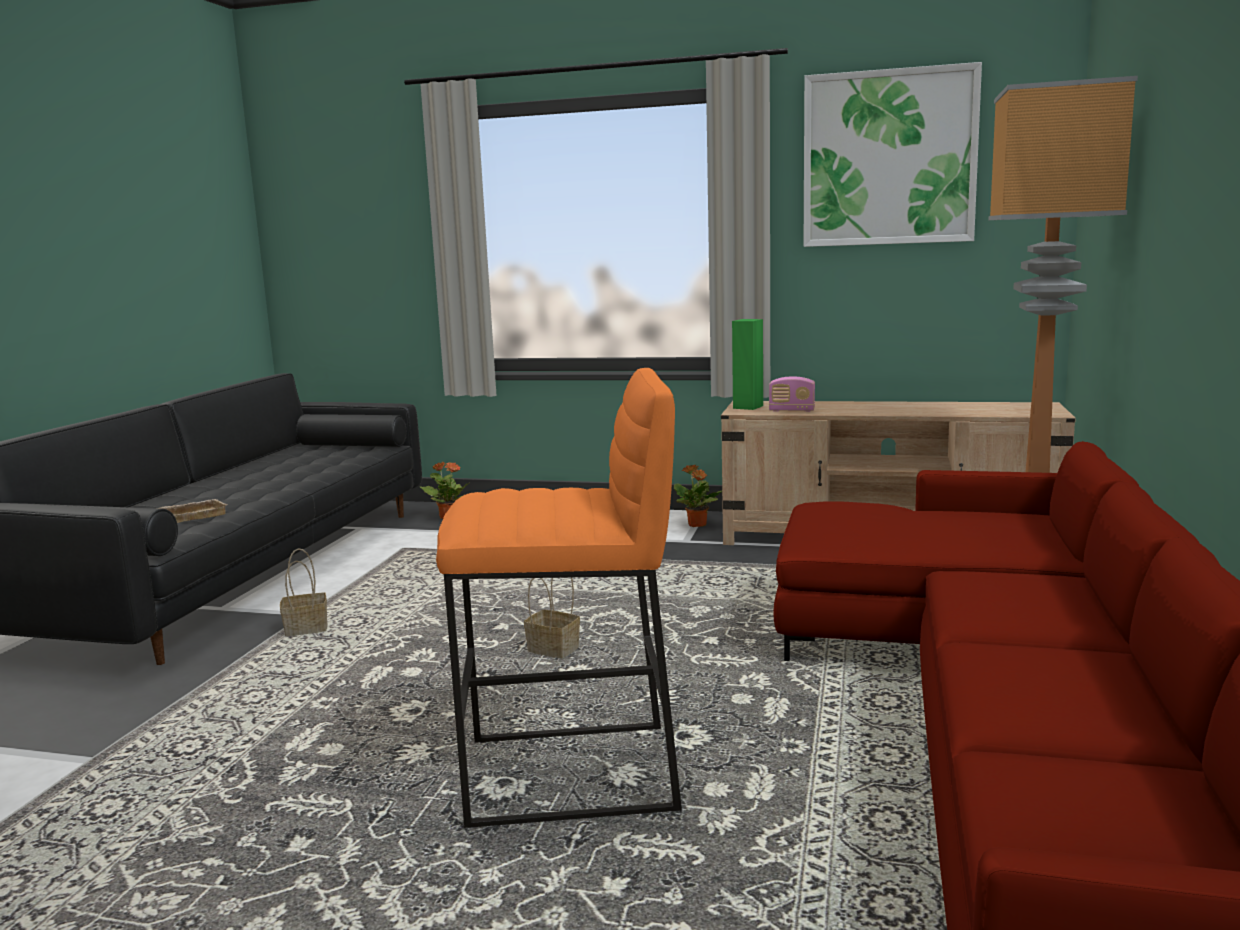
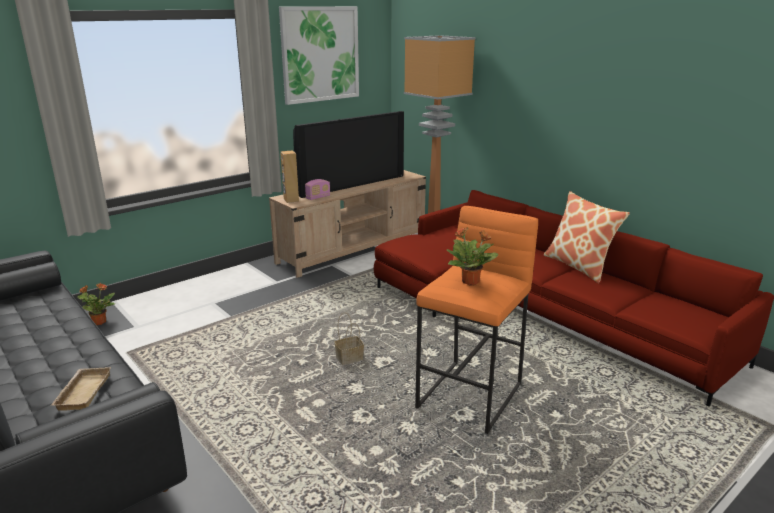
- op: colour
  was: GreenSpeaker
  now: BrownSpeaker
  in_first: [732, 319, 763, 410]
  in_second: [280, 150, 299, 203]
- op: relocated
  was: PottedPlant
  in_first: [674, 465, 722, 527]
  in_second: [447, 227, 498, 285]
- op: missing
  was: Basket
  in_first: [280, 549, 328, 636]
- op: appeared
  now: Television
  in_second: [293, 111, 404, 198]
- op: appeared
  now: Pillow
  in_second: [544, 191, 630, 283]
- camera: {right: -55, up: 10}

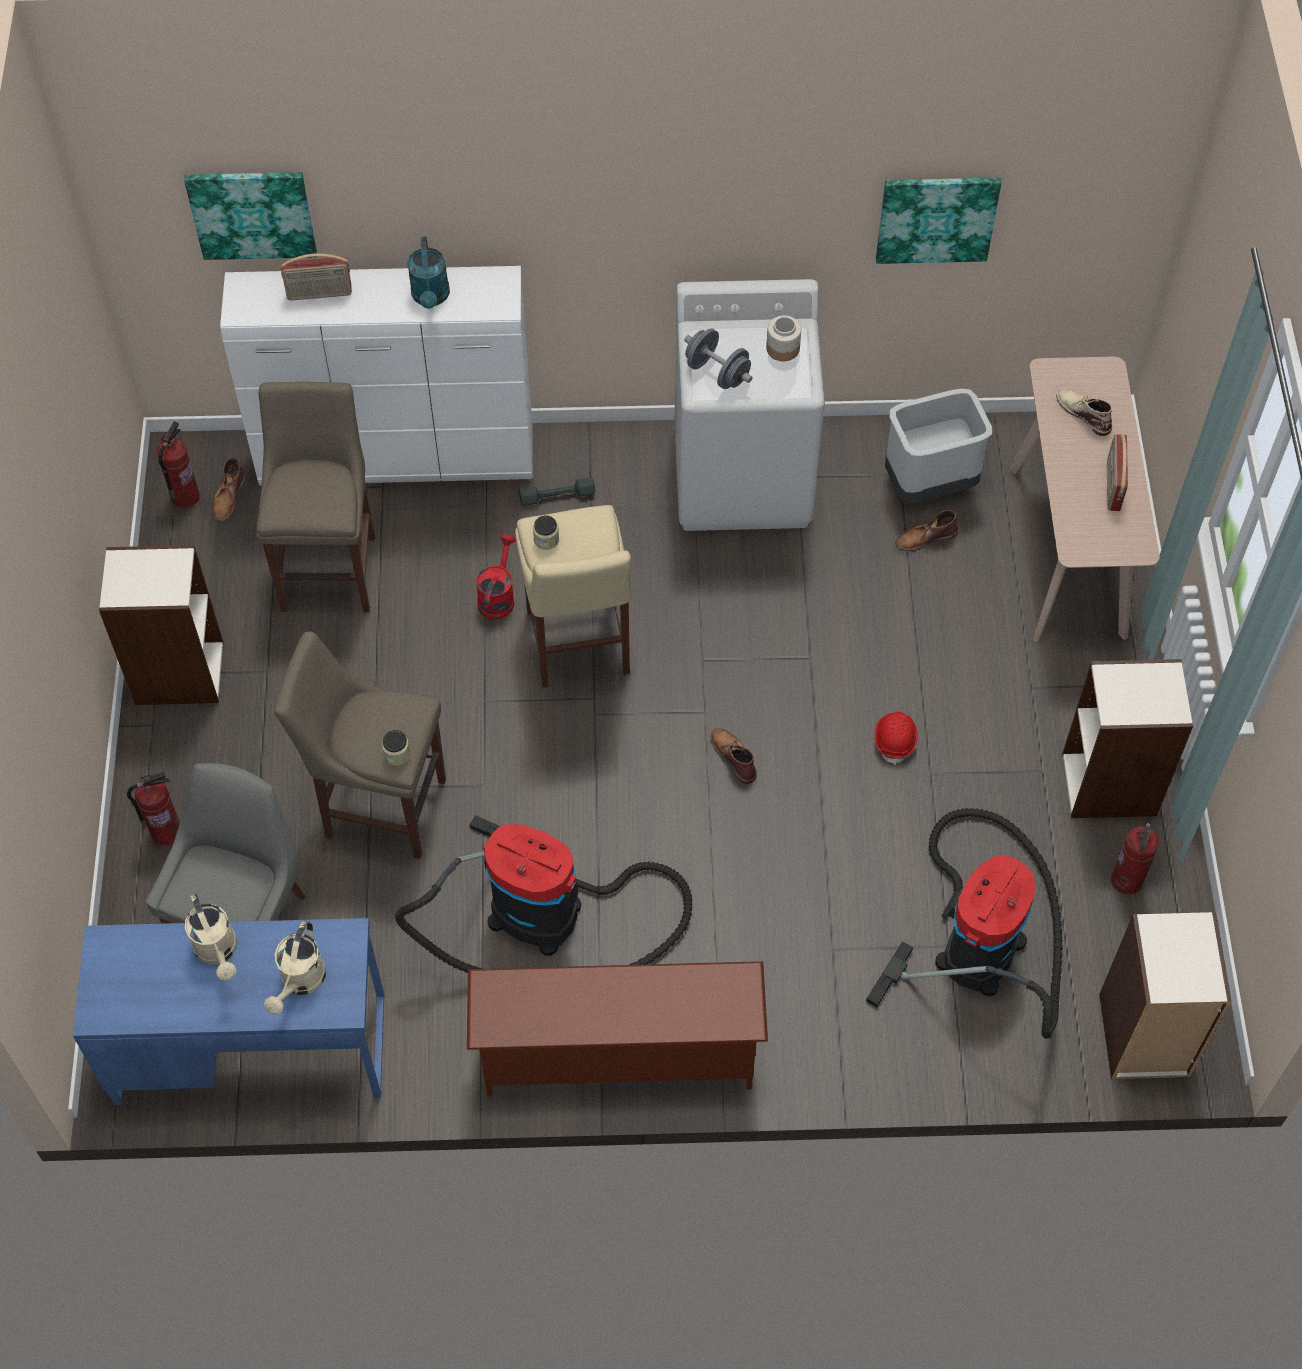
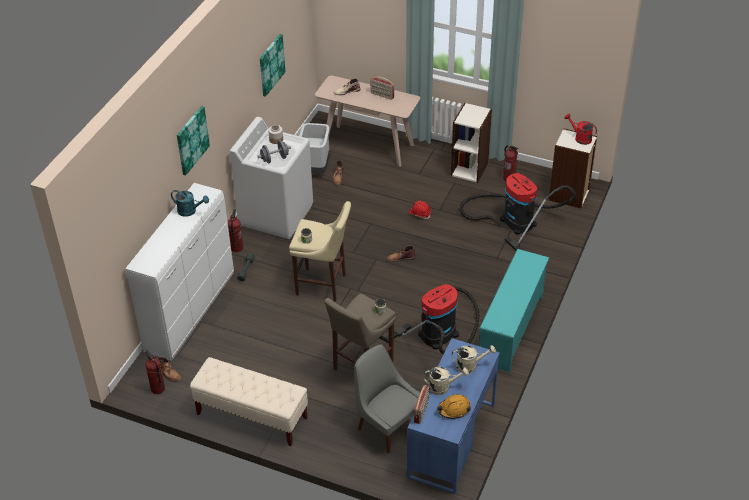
- op: relocated
  was: Picture
  in_first: [184, 172, 317, 260]
  in_second: [177, 106, 210, 175]
- op: relocated
  was: Radio
  in_first: [281, 253, 352, 301]
  in_second: [414, 385, 429, 424]
- op: missing
  was: BeigeStool
  in_first: [256, 382, 375, 613]
- op: relocated
  was: RedWateringCan
  in_first: [476, 534, 516, 620]
  in_second: [564, 114, 597, 145]
- op: exchanged
  was: Bookcase
  now: BeigeBench
  in_first: [99, 545, 223, 705]
  in_second: [190, 357, 308, 446]
- op: relocated
  was: FireExtinguisher
  in_first: [127, 771, 180, 846]
  in_second: [228, 209, 243, 252]
- op: spun
  was: BeigeWateringCan
  in_first: [264, 921, 326, 1015]
  in_second: [452, 345, 496, 373]
  clockwise: -45
- op: colour
  was: BrownShoeRack
  now: TurquoiseShoeRack
  in_first: [467, 961, 768, 1097]
  in_second: [479, 249, 549, 372]
- op: appeared
  now: OrangeHardHat
  in_second: [437, 394, 471, 419]
- camera: {right: -65, up: -15}

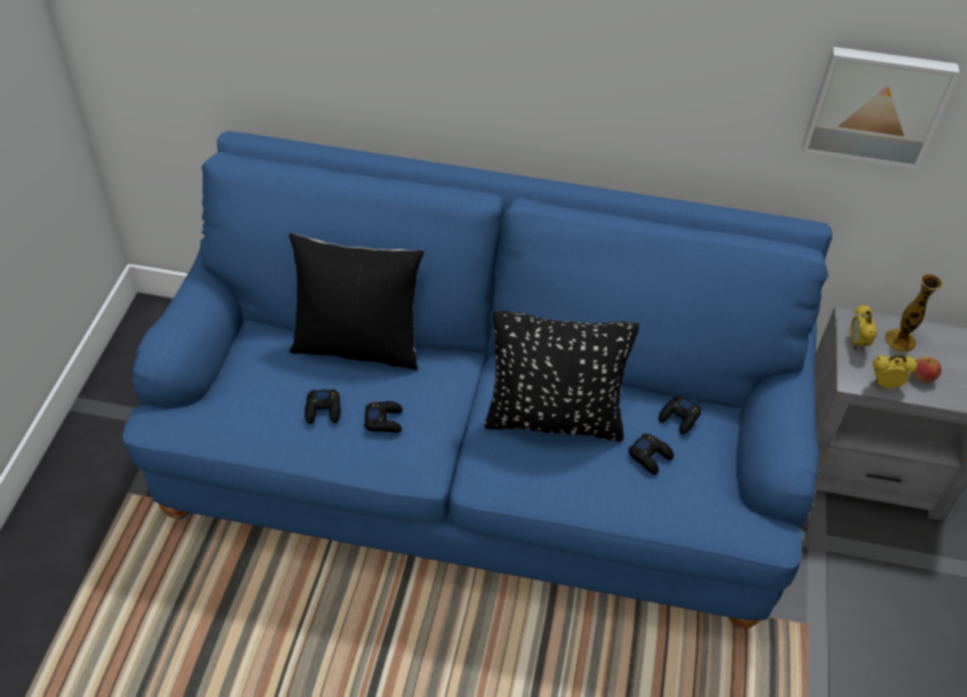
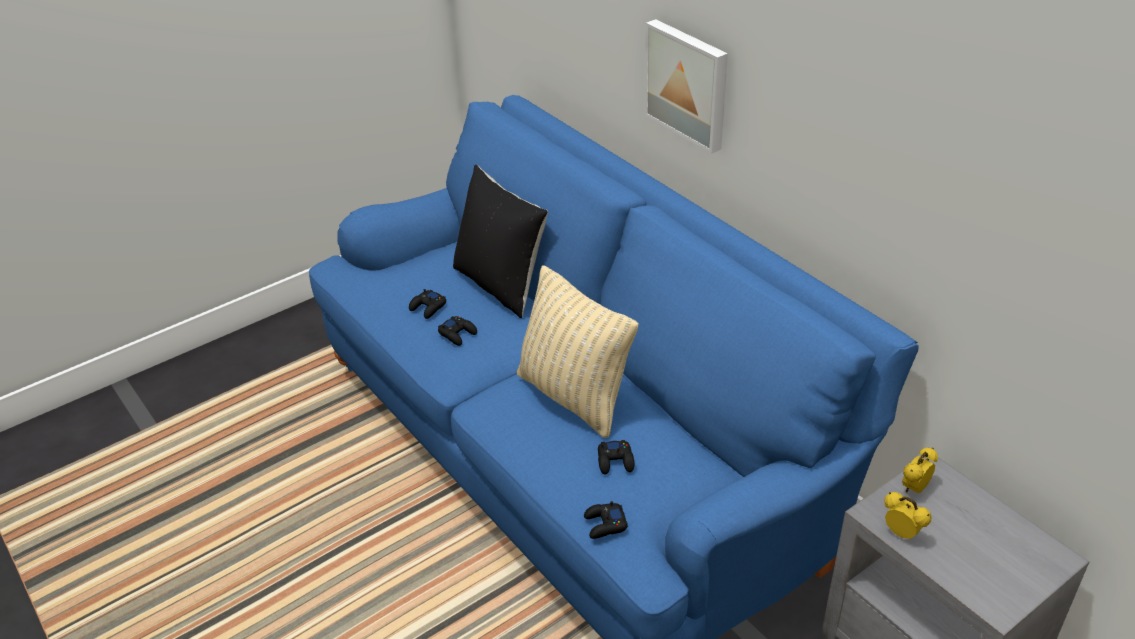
- op: relocated
  was: Picture
  in_first: [802, 47, 960, 169]
  in_second: [644, 19, 728, 154]
- op: missing
  was: Vase
  in_first: [885, 274, 943, 352]
- op: colour
  was: BlackPillow
  now: BeigePillow
  in_first: [484, 310, 639, 442]
  in_second: [517, 265, 638, 438]
- op: missing
  was: Apple
  in_first: [912, 356, 941, 383]
- op: relocated
  was: BlackGameController
  in_first: [659, 395, 701, 434]
  in_second: [584, 501, 628, 539]
- camera: {right: 45, up: -10}

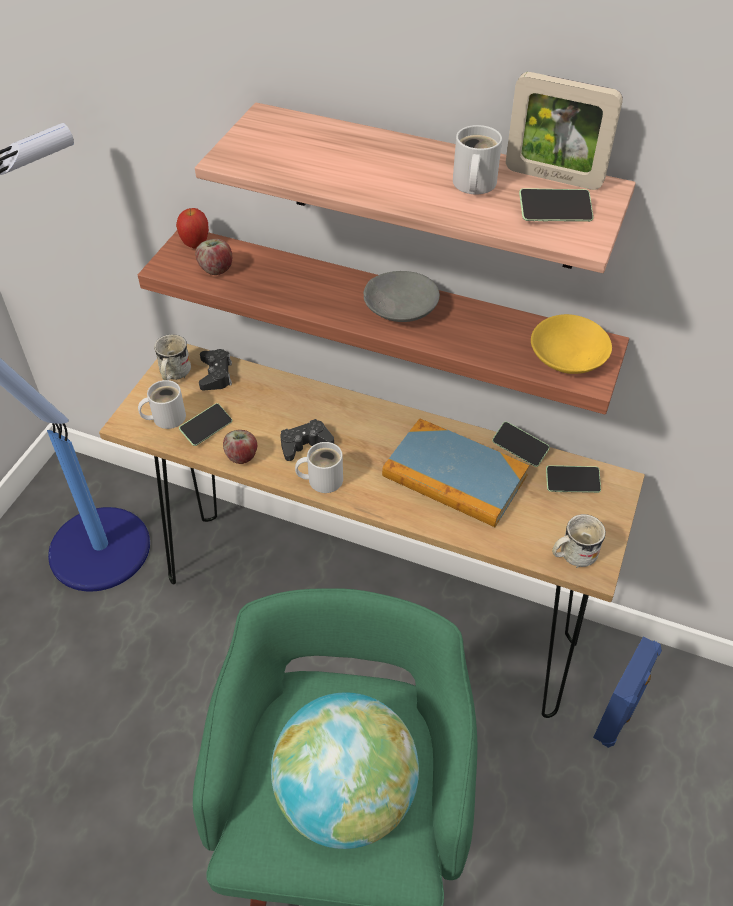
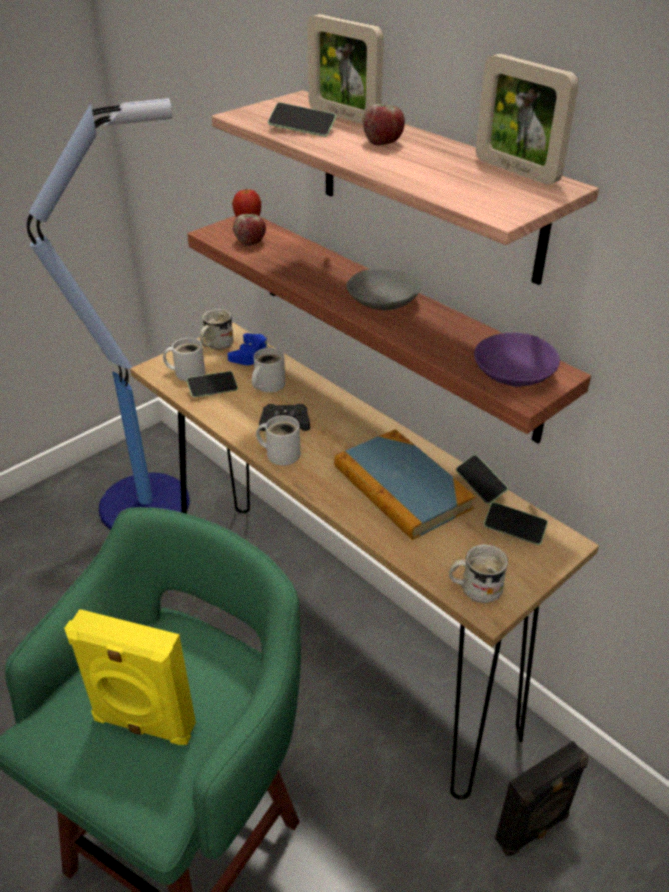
- op: relocated
  was: WhiteMug
  in_first: [453, 125, 502, 194]
  in_second: [252, 348, 285, 392]
- op: relocated
  was: Phone
  in_first: [519, 188, 593, 222]
  in_second: [268, 102, 336, 137]
- op: colour
  was: YellowBowl
  now: PurpleBowl
  in_first: [531, 314, 612, 374]
  in_second: [474, 332, 560, 387]
- op: colour
  was: BlackGameController
  now: BlueGameController
  in_first: [199, 349, 232, 390]
  in_second: [227, 333, 268, 365]
- op: relocated
  was: Apple
  in_first: [223, 430, 257, 464]
  in_second: [363, 104, 405, 145]
- op: colour
  was: BlueSpeaker
  now: BlackSpeaker
  in_first: [593, 636, 662, 748]
  in_second: [495, 741, 589, 856]
- op: exchanged
  was: Globe
  now: YellowSpeaker
  in_first: [271, 692, 419, 849]
  in_second: [64, 609, 196, 745]
- op: appeared
  now: PictureFrame
  in_second: [307, 14, 384, 124]
- camera: {right: 25, up: -10}

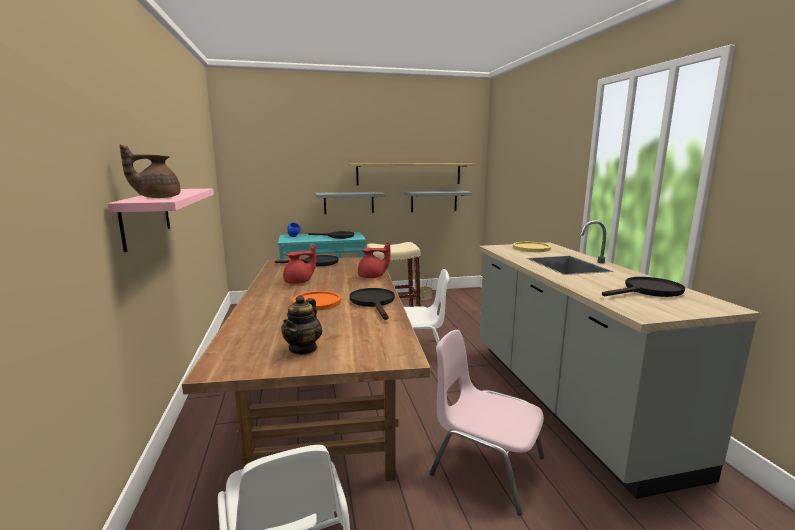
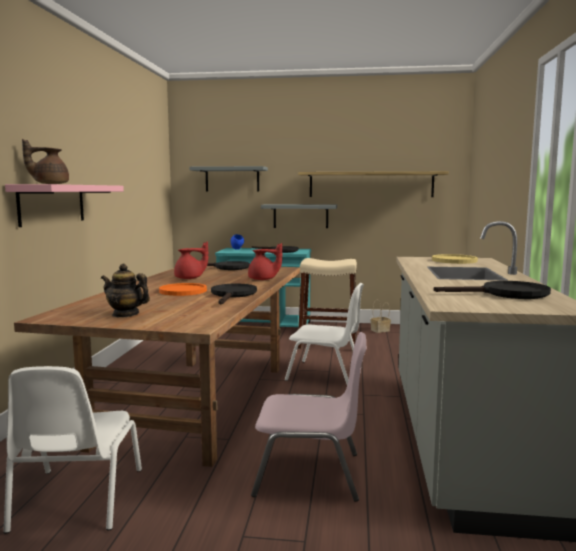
- op: relocated
  was: GreyShelf
  in_first: [404, 191, 472, 212]
  in_second: [189, 166, 268, 191]
- op: spun
  was: Teapot
  in_first: [281, 295, 322, 355]
  in_second: [101, 264, 150, 318]
  clockwise: 75
- op: spun
  was: PinkChair
  in_first: [429, 330, 544, 515]
  in_second: [251, 332, 366, 502]
  clockwise: 135
- camera: {right: 20, up: -5}

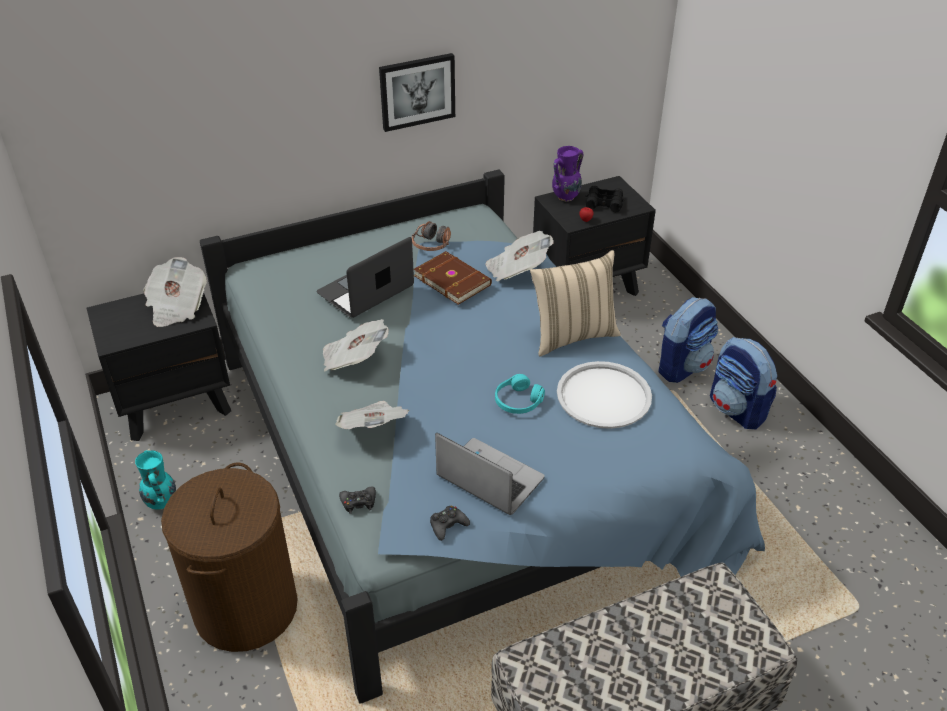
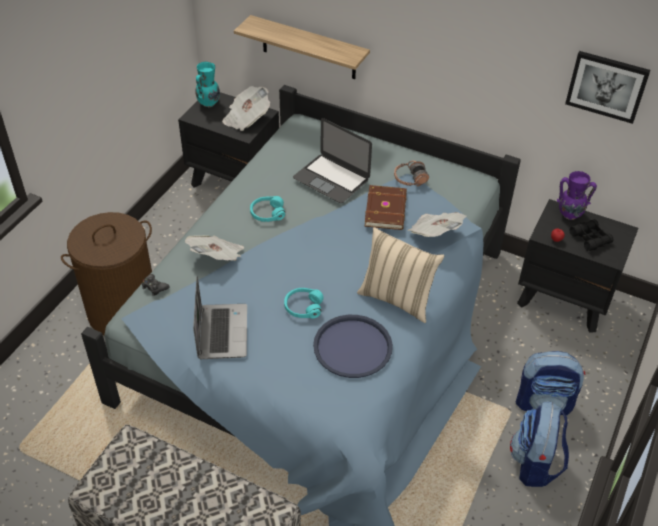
- op: relocated
  was: Picture
  in_first: [379, 53, 455, 132]
  in_second: [565, 51, 650, 124]
- op: spun
  was: Laptop
  in_first: [317, 237, 414, 318]
  in_second: [293, 118, 372, 203]
  clockwise: -150
- op: exchanged
  was: Newspaper
  now: TurquoiseHeadphones
  in_first: [323, 319, 389, 371]
  in_second: [250, 196, 285, 222]
- op: colour
  was: WhiteTray
  now: BlueTray
  in_first: [557, 361, 652, 429]
  in_second: [313, 315, 393, 378]
- op: relocated
  was: TurquoiseVase
  in_first: [135, 450, 176, 510]
  in_second: [195, 62, 220, 107]
- op: missing
  was: BlackGameController
  in_first: [430, 506, 470, 541]
- op: appeared
  now: Shelf
  in_second: [234, 15, 370, 79]
- camera: {right: 50, up: 5}

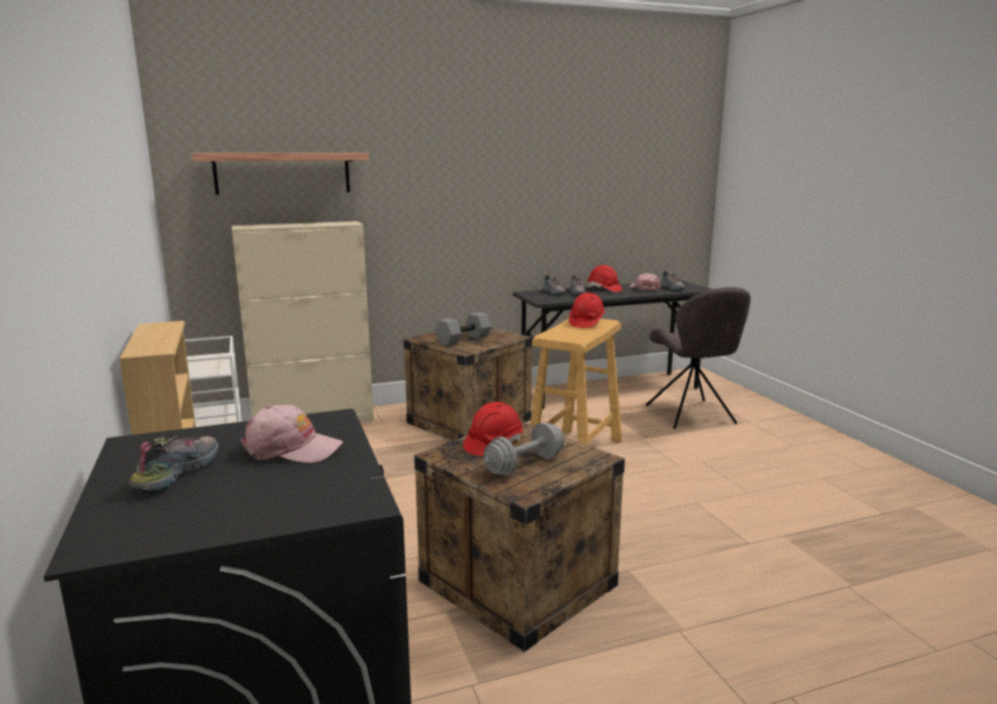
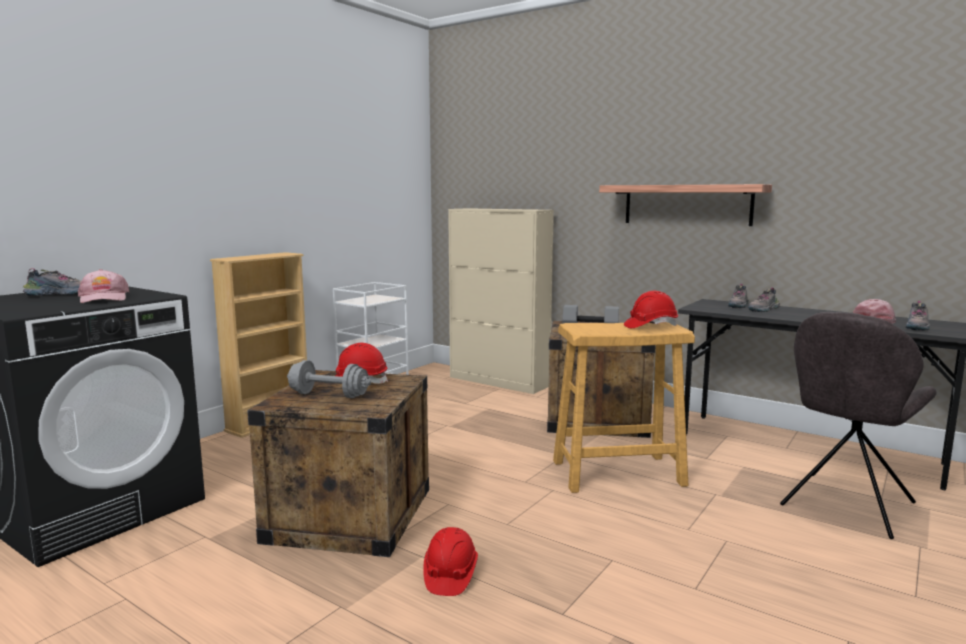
- op: relocated
  was: Shelf
  in_first: [192, 153, 369, 195]
  in_second: [599, 184, 772, 226]
- op: relocated
  was: RedHardHat
  in_first: [588, 265, 622, 292]
  in_second: [423, 527, 478, 596]
- camera: {right: 55, up: -5}

